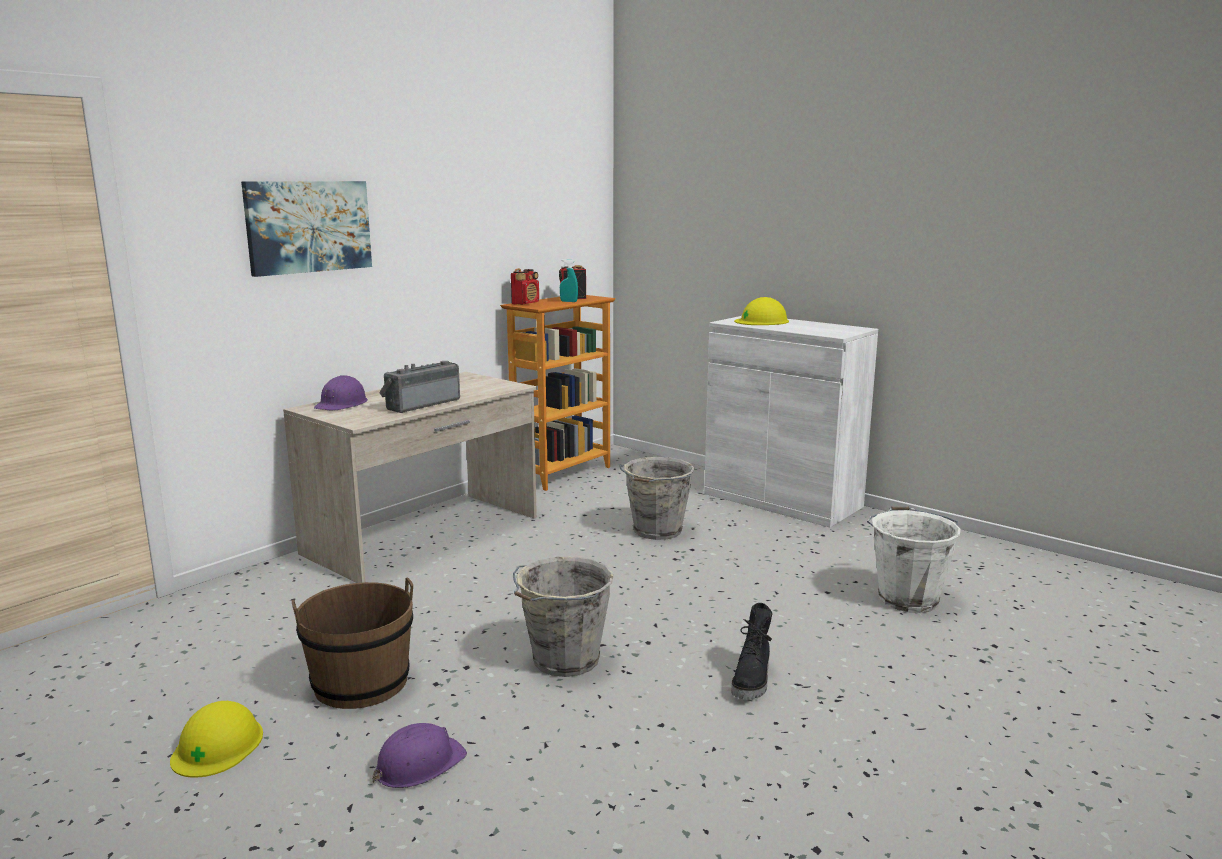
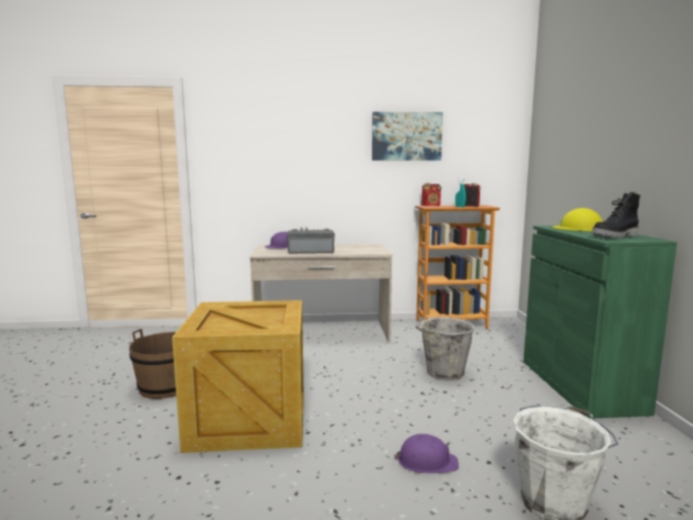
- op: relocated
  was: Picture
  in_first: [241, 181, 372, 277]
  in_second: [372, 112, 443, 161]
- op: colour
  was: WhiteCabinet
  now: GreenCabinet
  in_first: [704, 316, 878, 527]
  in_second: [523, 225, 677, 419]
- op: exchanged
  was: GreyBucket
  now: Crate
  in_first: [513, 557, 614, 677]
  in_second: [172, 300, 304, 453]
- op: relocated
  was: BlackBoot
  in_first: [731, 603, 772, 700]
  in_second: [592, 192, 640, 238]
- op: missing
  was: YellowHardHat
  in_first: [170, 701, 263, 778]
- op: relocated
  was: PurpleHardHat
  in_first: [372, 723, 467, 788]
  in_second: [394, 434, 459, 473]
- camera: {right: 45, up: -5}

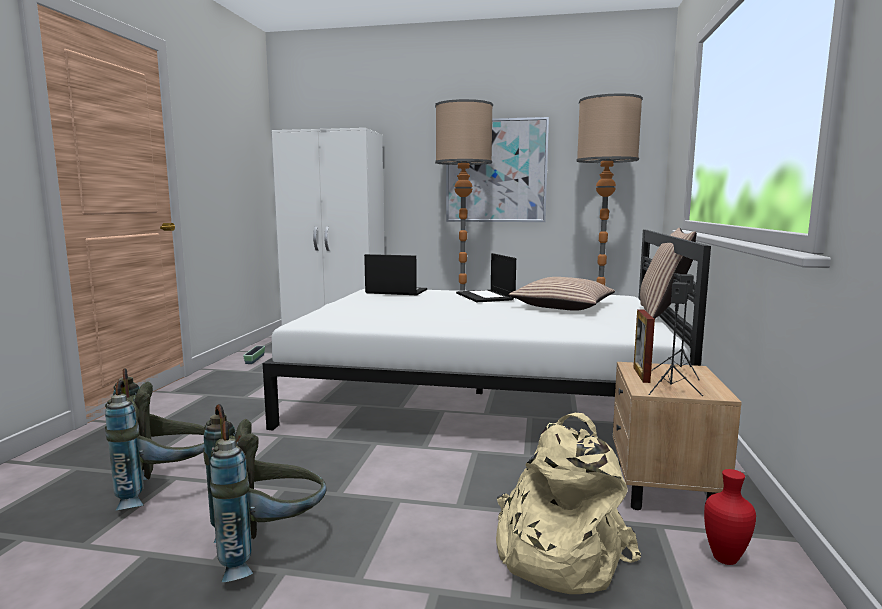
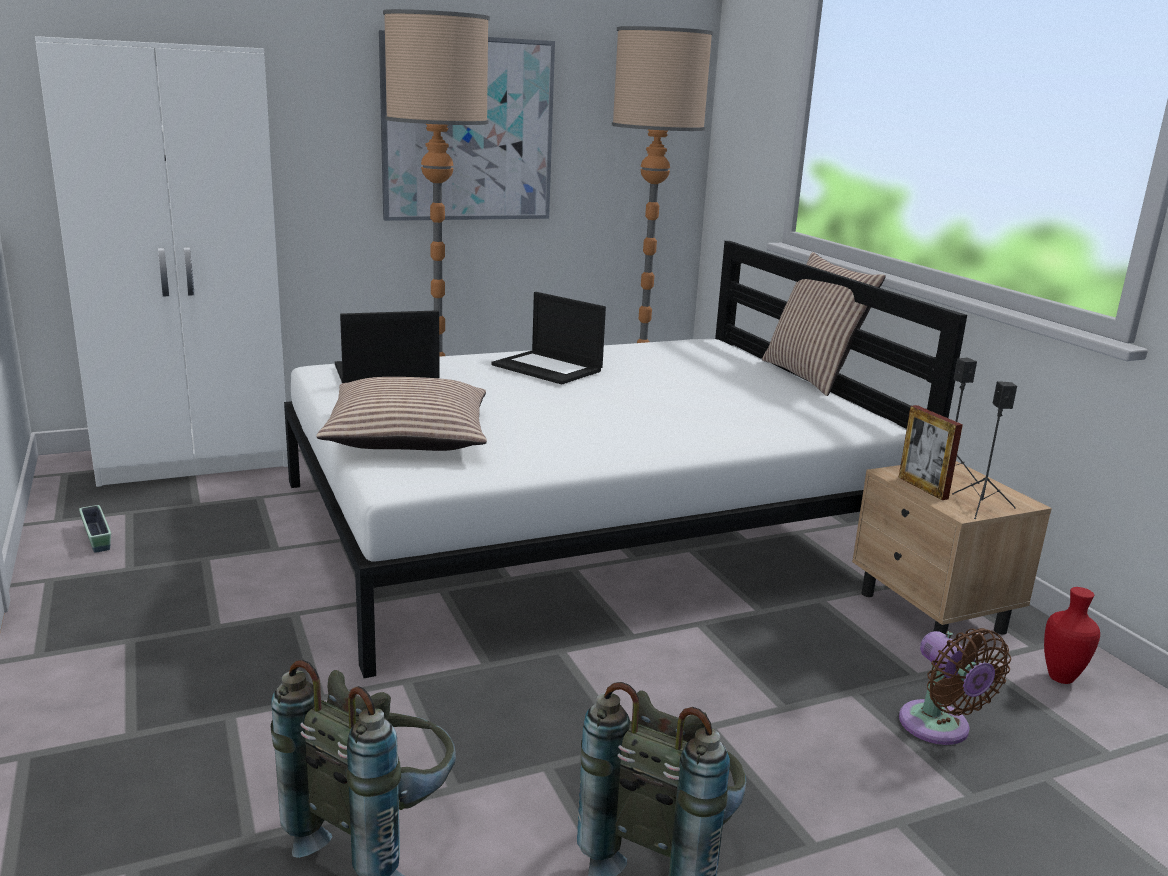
- op: relocated
  was: Pillow
  in_first: [509, 277, 615, 311]
  in_second: [316, 377, 487, 451]
- op: exchanged
  was: BeigeBackpack
  now: BrownFan
  in_first: [496, 413, 641, 594]
  in_second: [899, 628, 1011, 745]
- camera: {right: -35, up: 10}

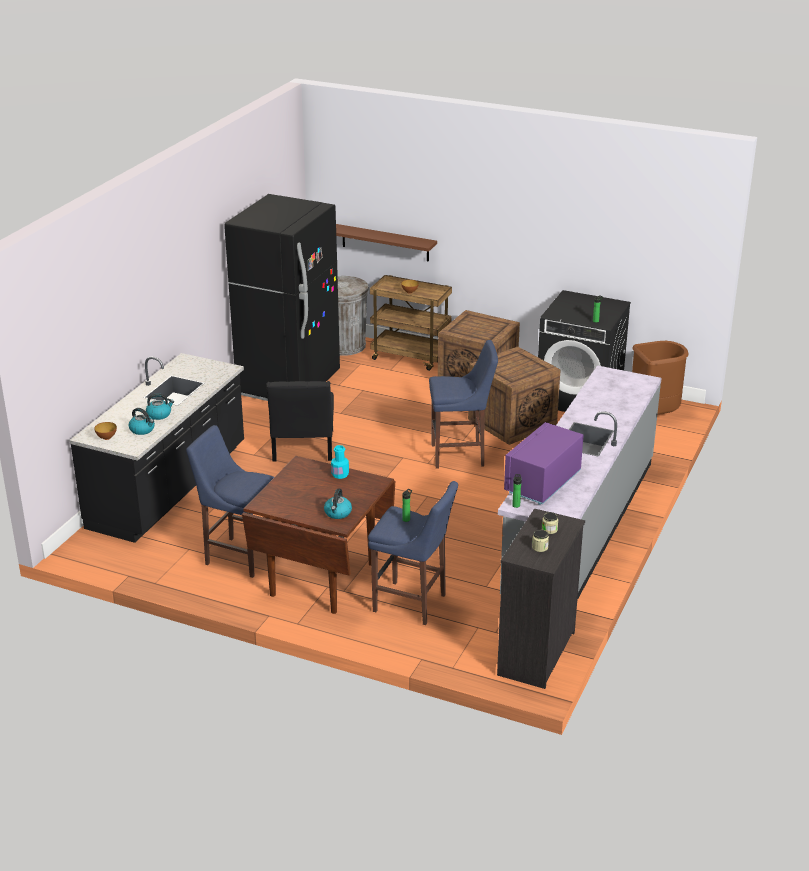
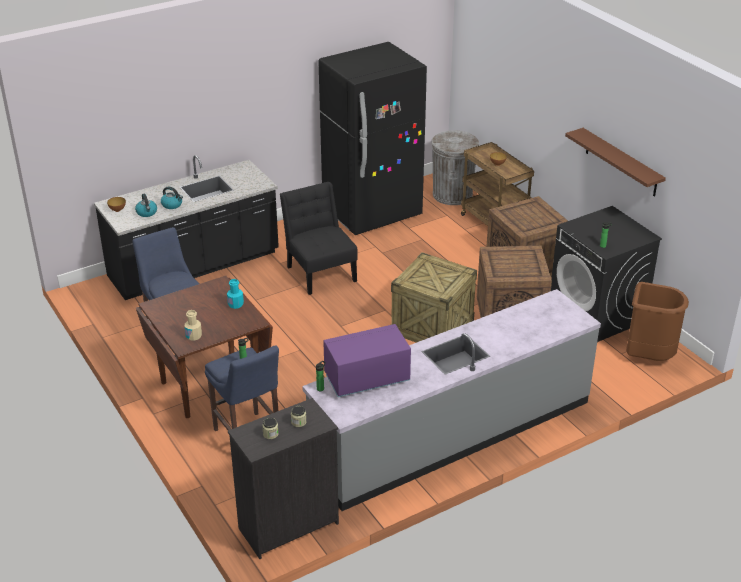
- op: relocated
  was: BrownShelf
  in_first: [336, 224, 437, 262]
  in_second: [565, 128, 666, 197]
- op: exchanged
  was: BlueStool
  now: Crate
  in_first: [429, 340, 498, 469]
  in_second: [391, 252, 477, 343]
- op: spun
  was: BlackChair
  in_first: [267, 381, 334, 461]
  in_second: [280, 182, 358, 295]
  clockwise: 120
- op: exchanged
  was: Kettle
  now: BeigeBottle
  in_first: [324, 488, 352, 519]
  in_second: [185, 310, 202, 341]
- camera: {right: 35, up: 5}

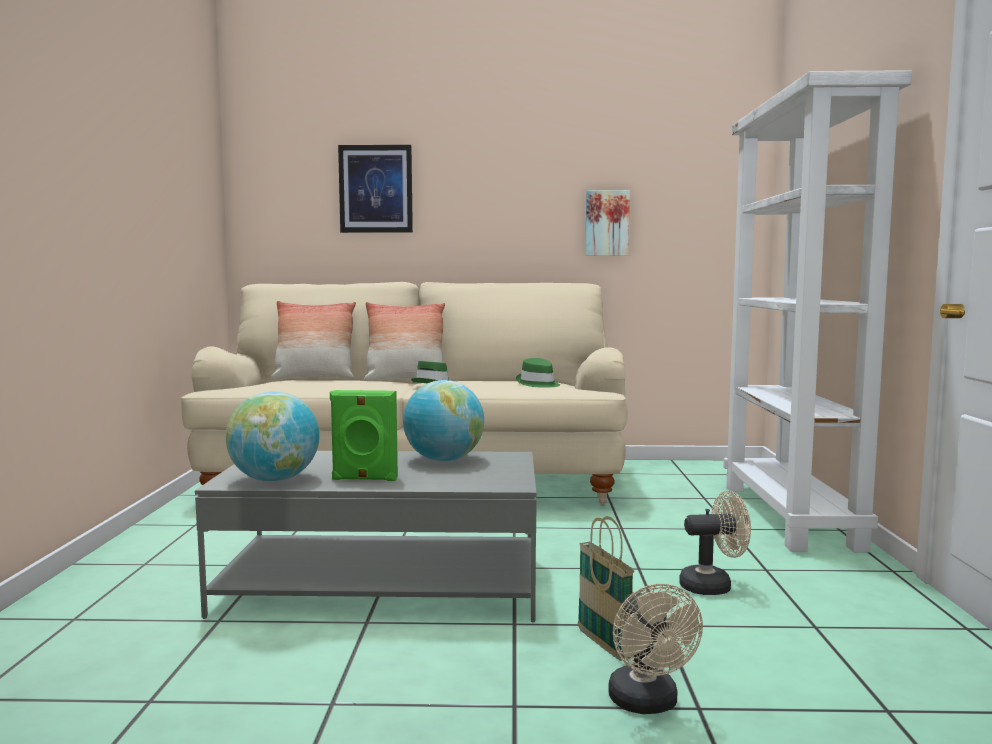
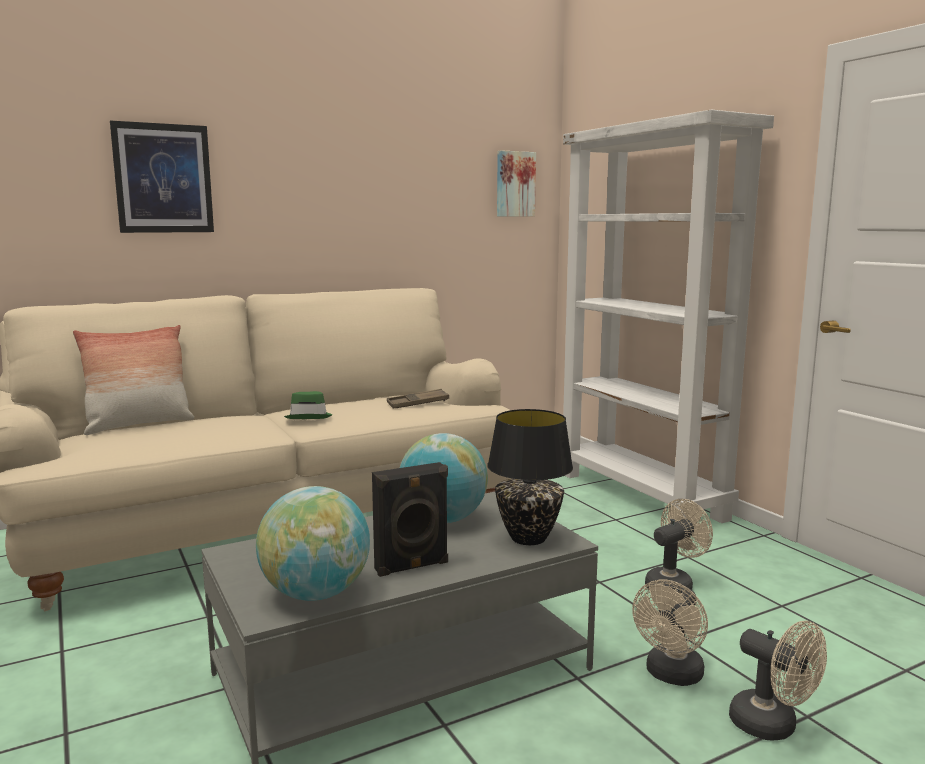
- op: relocated
  was: Picture
  in_first: [585, 190, 630, 256]
  in_second: [497, 150, 536, 217]
- op: missing
  was: Pillow
  in_first: [363, 302, 445, 381]
- op: exchanged
  was: GreenHat
  now: BrownTray
  in_first: [516, 358, 560, 388]
  in_second: [387, 389, 449, 408]
- op: colour
  was: GreenSpeaker
  now: BlackSpeaker
  in_first: [330, 390, 398, 481]
  in_second: [372, 462, 448, 577]
- op: exchanged
  was: Basket
  now: BeigeFan
  in_first: [578, 516, 634, 661]
  in_second: [632, 580, 708, 686]
- op: appeared
  now: BlackTableLamp
  in_second: [487, 409, 573, 545]
- camera: {right: -30, up: 5}

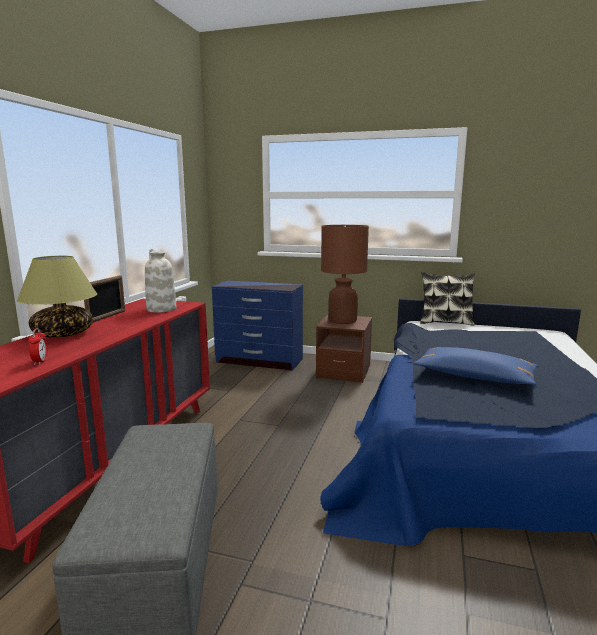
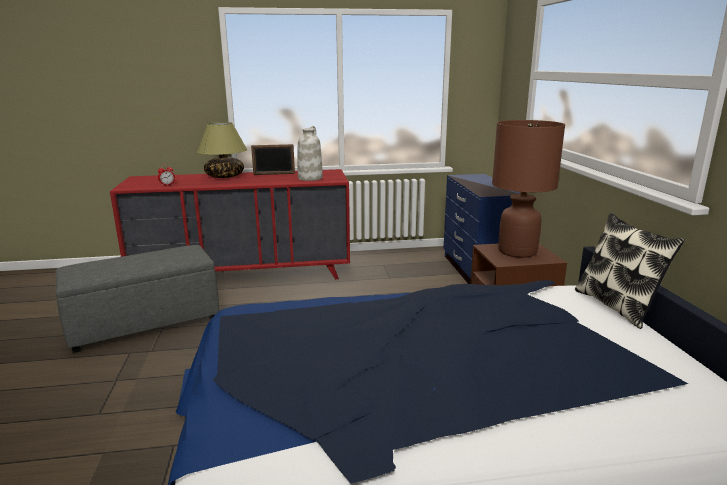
- op: missing
  was: BluePillow
  in_first: [413, 347, 539, 385]
- camera: {right: 65, up: 5}

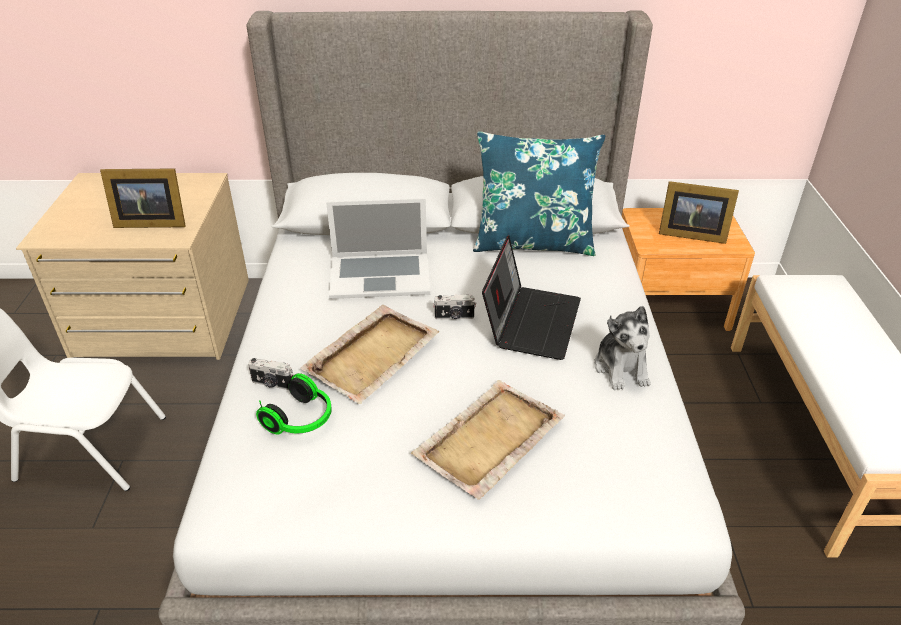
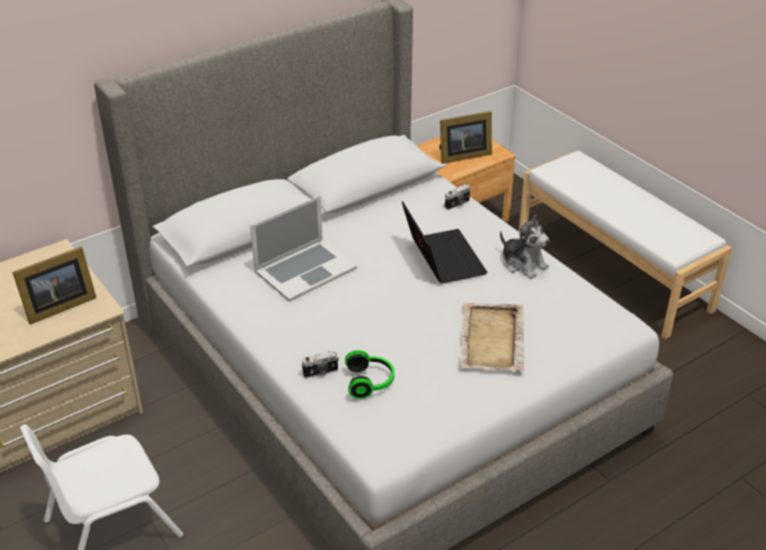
- op: missing
  was: BluePillow
  in_first: [473, 131, 605, 256]
- op: relocated
  was: PhotoCamera
  in_first: [433, 294, 476, 319]
  in_second: [445, 184, 470, 210]
- op: missing
  was: BeigeTray
  in_first: [300, 305, 439, 404]
- camera: {right: -35, up: 0}

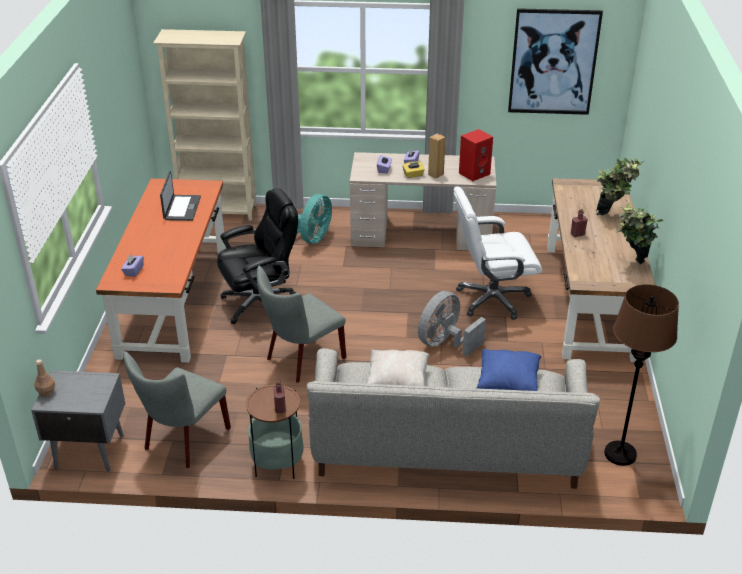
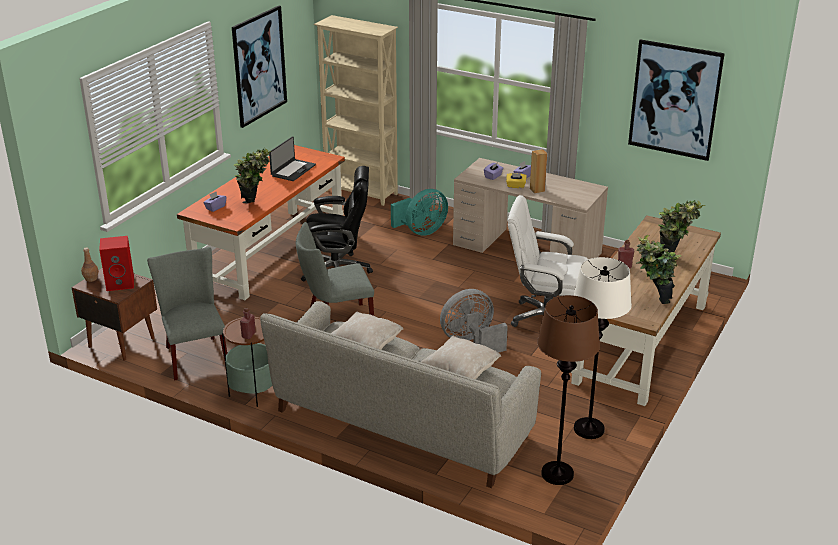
- op: relocated
  was: RedSpeaker
  in_first: [459, 129, 493, 181]
  in_second: [99, 236, 134, 291]
- op: colour
  was: BluePillow
  now: BeigePillow
  in_first: [476, 349, 542, 391]
  in_second: [422, 336, 501, 379]
- op: spun
  was: GreyChair
  in_first: [123, 351, 231, 468]
  in_second: [147, 247, 227, 380]
  clockwise: 105
- op: colour
  was: GreyNightstand
  now: BrownNightstand
  in_first: [31, 370, 125, 472]
  in_second: [71, 268, 157, 361]
- op: appeared
  now: Picture
  in_second: [232, 6, 287, 128]
- op: appeared
  now: PottedPlant
  in_second: [234, 148, 271, 203]
- op: appeared
  now: WhiteFloorLamp
  in_second: [573, 257, 632, 439]
- camera: {right: 25, up: -5}

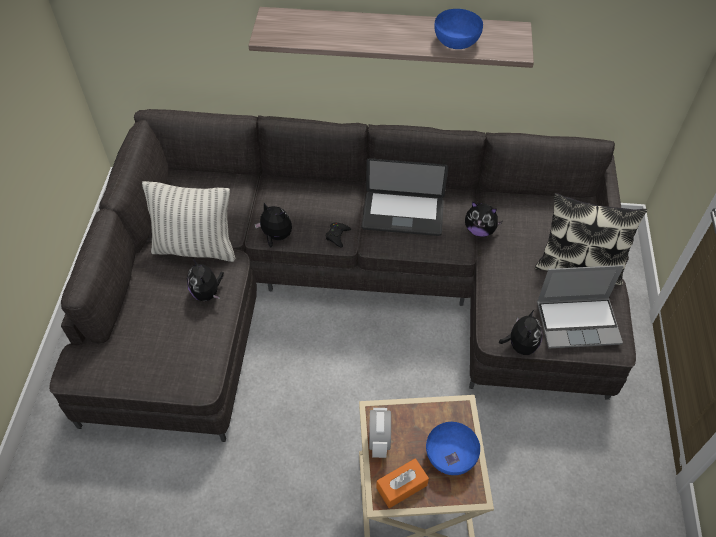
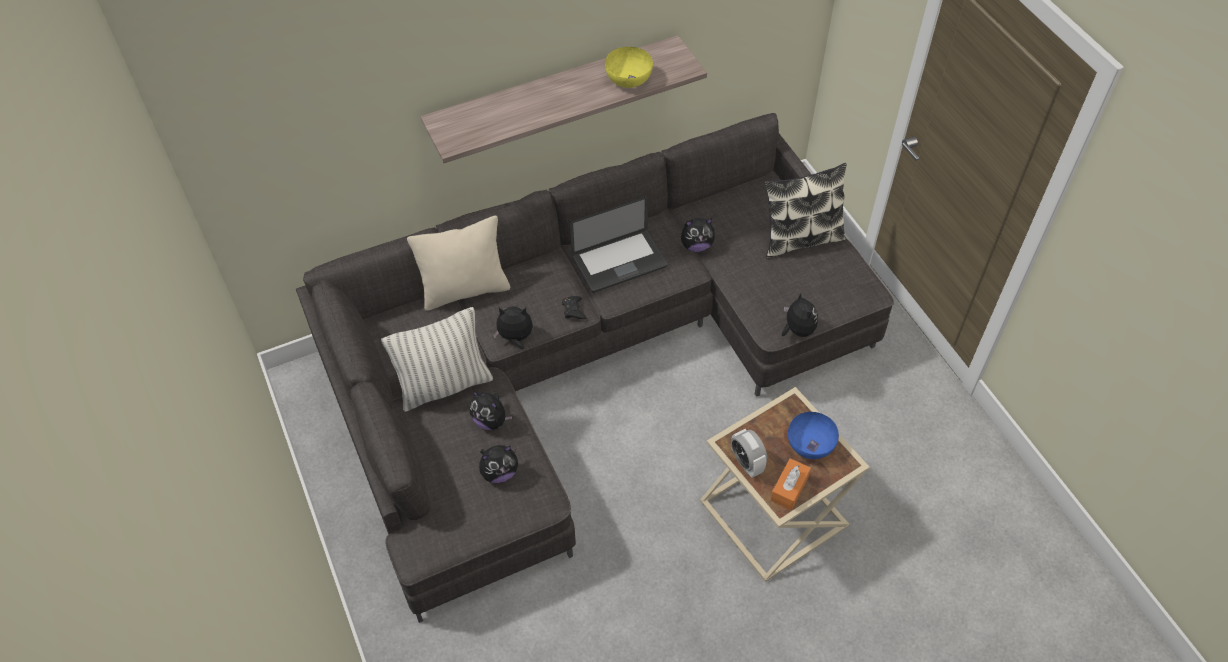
- op: colour
  was: BlueBowl
  now: YellowBowl
  in_first: [434, 9, 483, 49]
  in_second: [605, 47, 653, 88]
- op: missing
  was: Laptop
  in_first: [537, 265, 624, 349]
- op: appeared
  now: BeigePillow
  in_second: [407, 216, 510, 311]
- op: appeared
  now: PlushToy
  in_second: [479, 445, 518, 483]
- camera: {right: -30, up: 0}

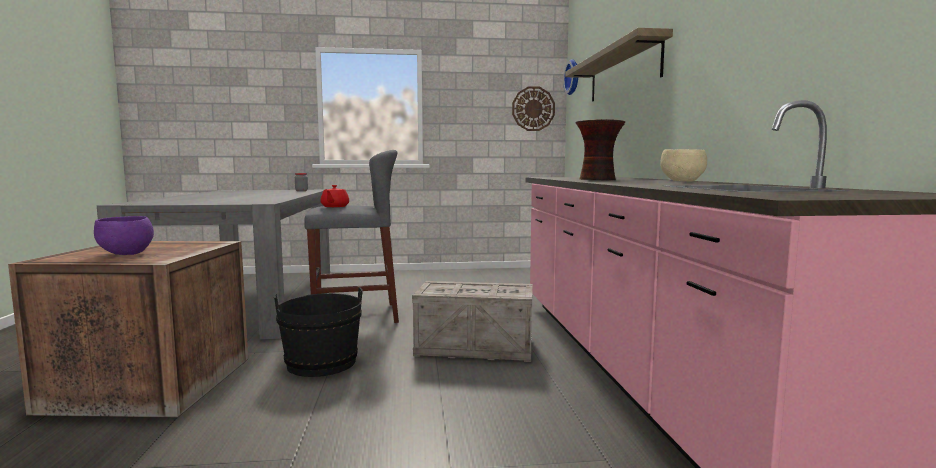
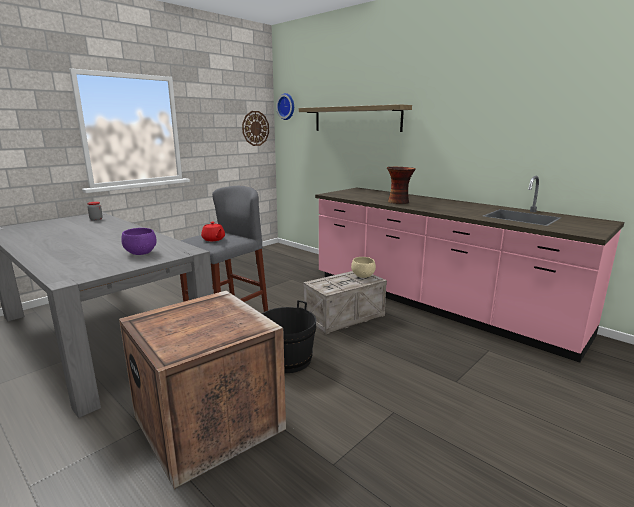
- op: relocated
  was: BeigeBowl
  in_first: [660, 149, 707, 182]
  in_second: [351, 257, 376, 278]
- op: relocated
  was: PurpleBowl
  in_first: [94, 216, 154, 255]
  in_second: [121, 228, 157, 255]
- camera: {right: -40, up: 10}

